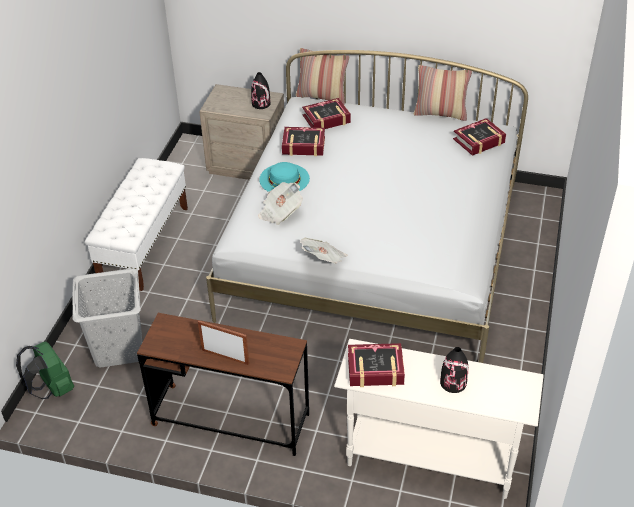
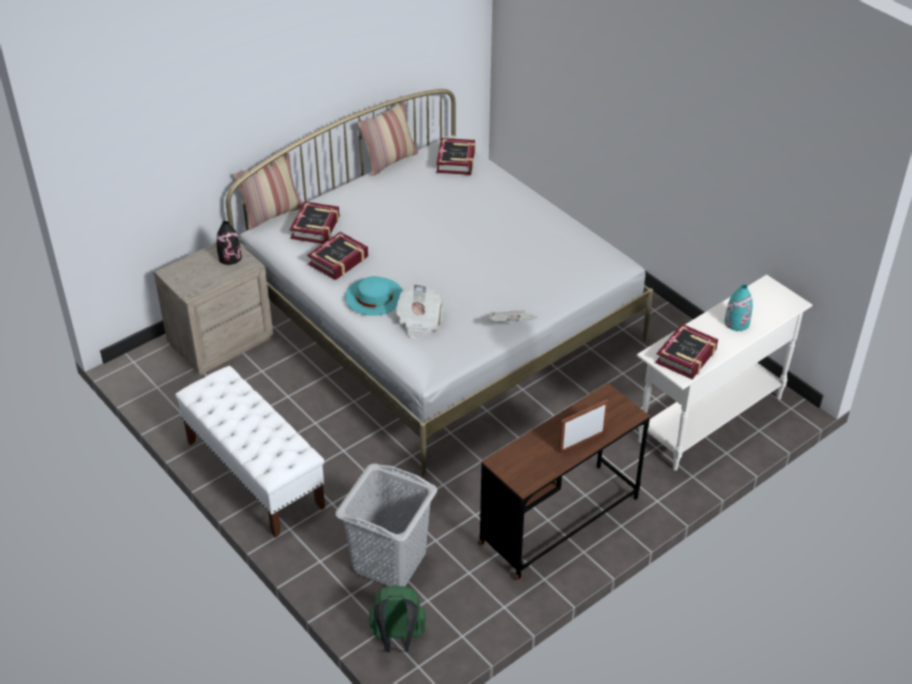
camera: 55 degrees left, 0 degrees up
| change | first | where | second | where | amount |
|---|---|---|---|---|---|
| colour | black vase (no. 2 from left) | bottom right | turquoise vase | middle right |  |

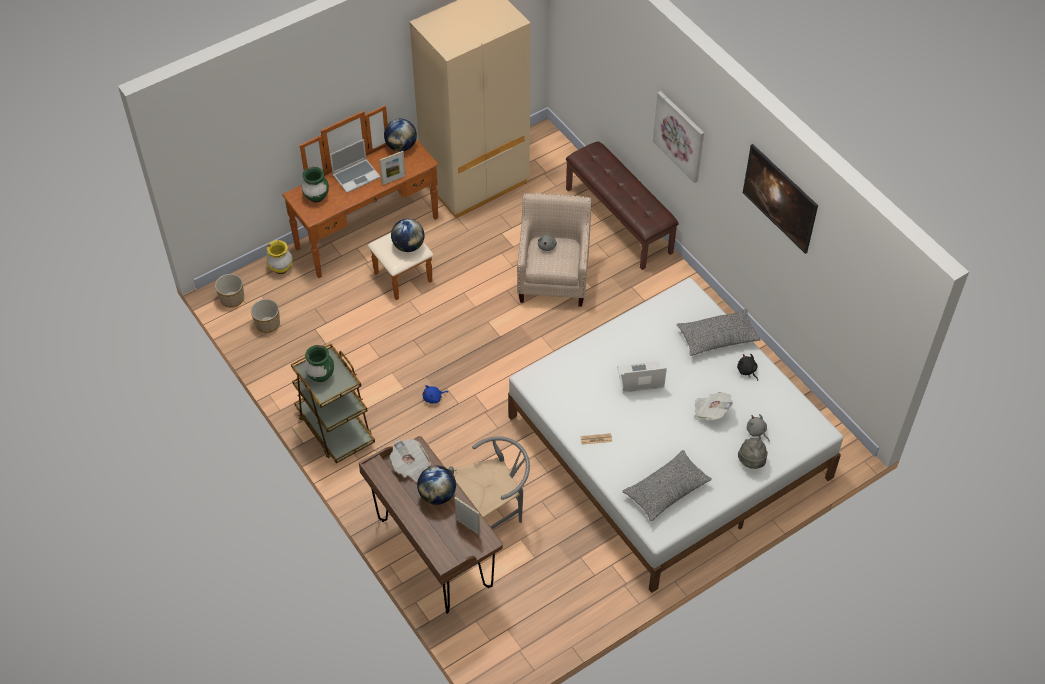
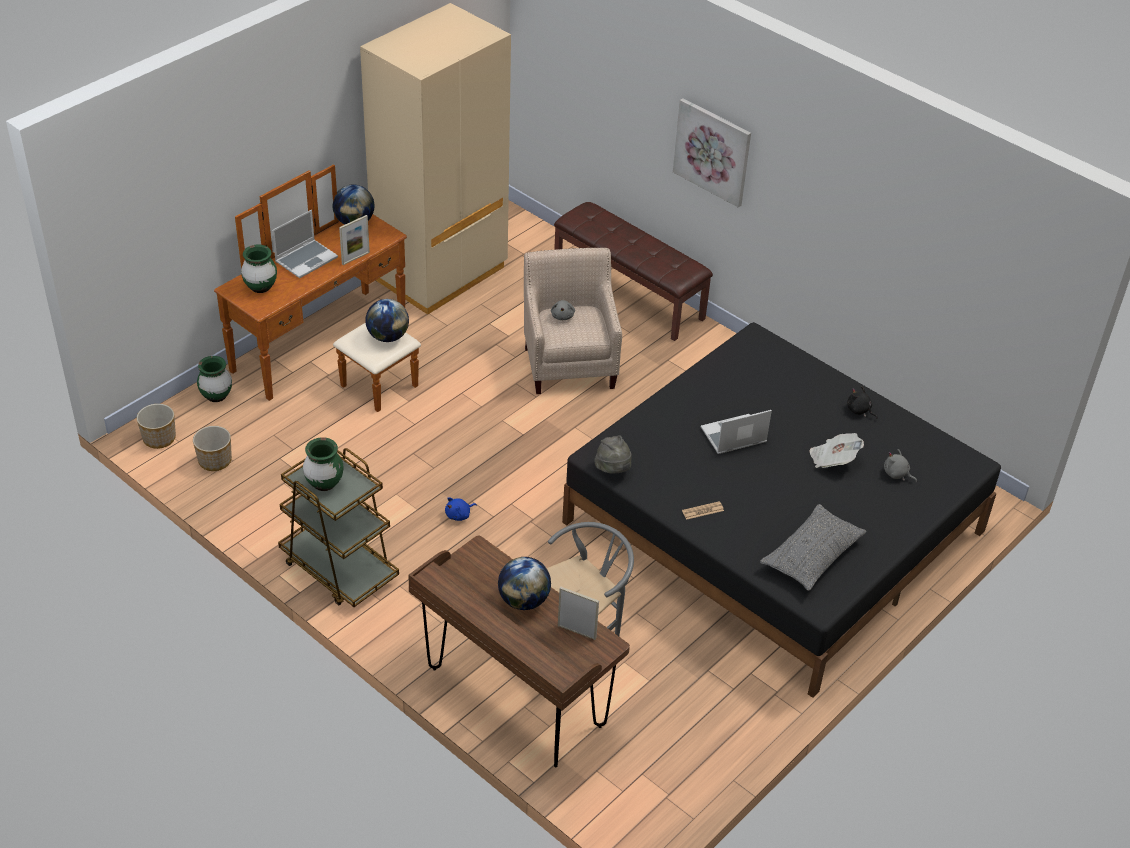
camera: 15 degrees left, 10 degrees down
| change | first | where | second | where | amount |
|---|---|---|---|---|---|
| missing | newspaper (no. 1 from left) | bottom centre |  |  |  |
| missing | grey pillow (no. 2 from left) | middle right |  |  |  |
| missing | picture (no. 2 from left) | top right |  |  |  |
| relocated | grey hat | middle right |  | centre |  |
| colour | yellow vase | middle left | green vase (no. 1 from left) | middle left |  |
| colour | white bed | centre | black bed | middle right |  |

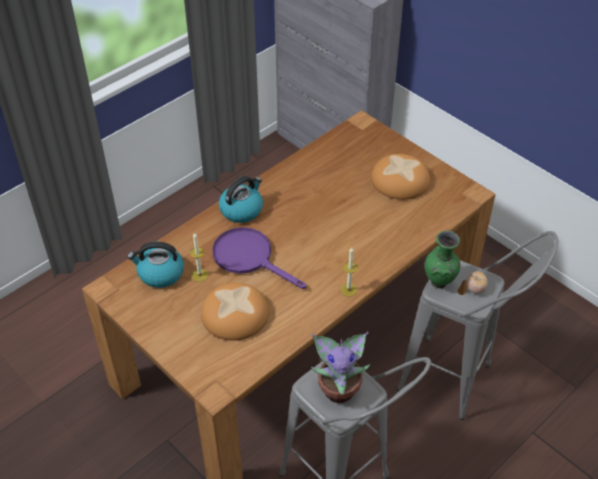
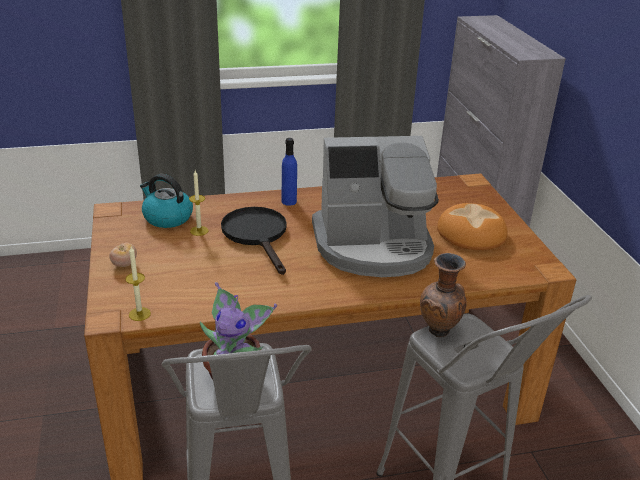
camera: 30 degrees right, 15 degrees down
| change | first | where | second | where | amount |
|---|---|---|---|---|---|
| missing | bread (no. 1 from left) | centre |  |  |  |
| appeared |  |  | coffee machine | centre |  |
| relocated | candle (no. 2 from left in the first image) | centre | candle (no. 1 from left) | middle left |  |
| relocated | tomato | middle right |  | middle left |  |
| exchanged | kettle (no. 2 from left) | centre | blue bottle | centre |  |
| colour | purple frying pan | centre | black frying pan | centre |  |
| colour | green vase | middle right | brown vase | middle right |  |

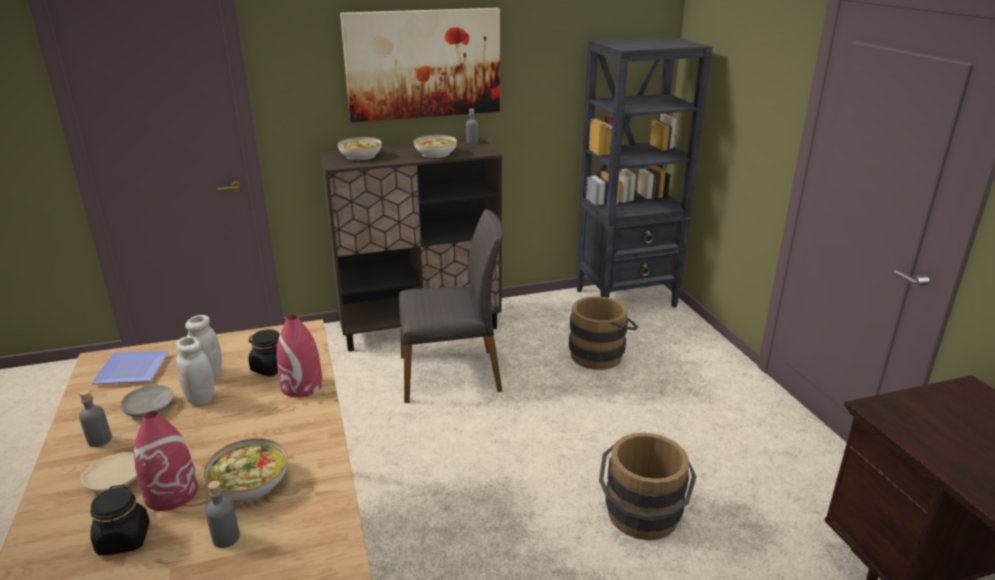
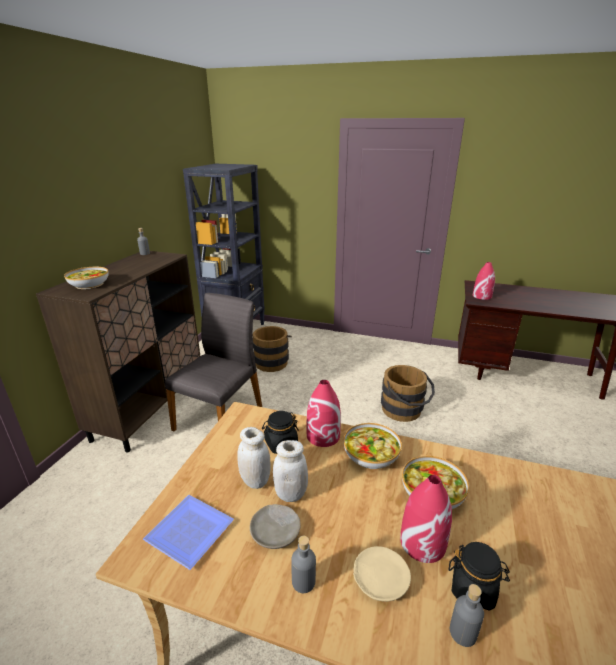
camera: 55 degrees left, 0 degrees up
| change | first | where | second | where | amount |
|---|---|---|---|---|---|
| missing | picture | top centre |  |  |  |
| appeared |  |  | red vase (no. 3 from left) | middle right |  |
| relocated | grey bottle (no. 2 from left in the first image) | bottom left | grey bottle (no. 3 from left) | bottom right |  |
| relocated | bowl (no. 3 from left in the first image) | top centre | bowl (no. 2 from left) | bottom centre |  |

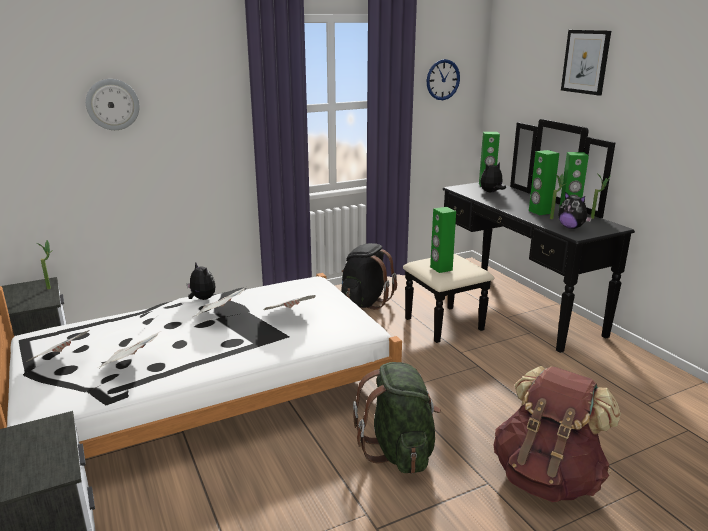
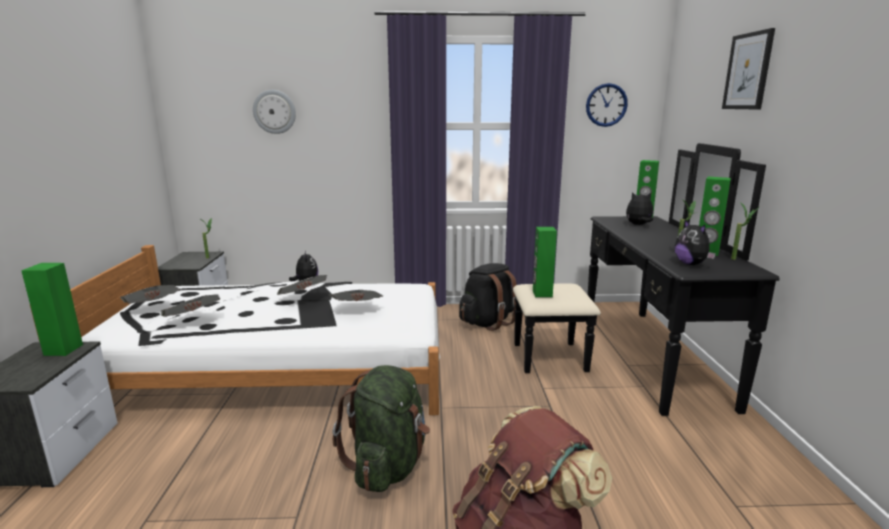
camera: 25 degrees right, 5 degrees down
| change | first | where | second | where | amount |
|---|---|---|---|---|---|
| relocated | green speaker (no. 3 from left in the first image) | middle right | green speaker (no. 1 from left) | middle left |  |

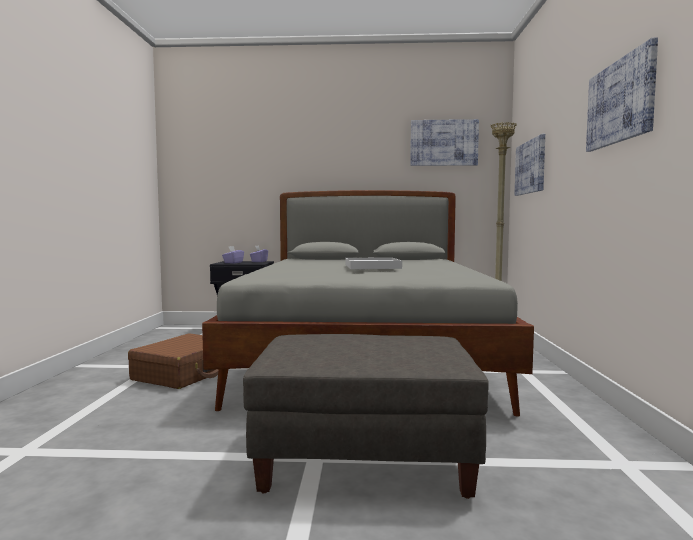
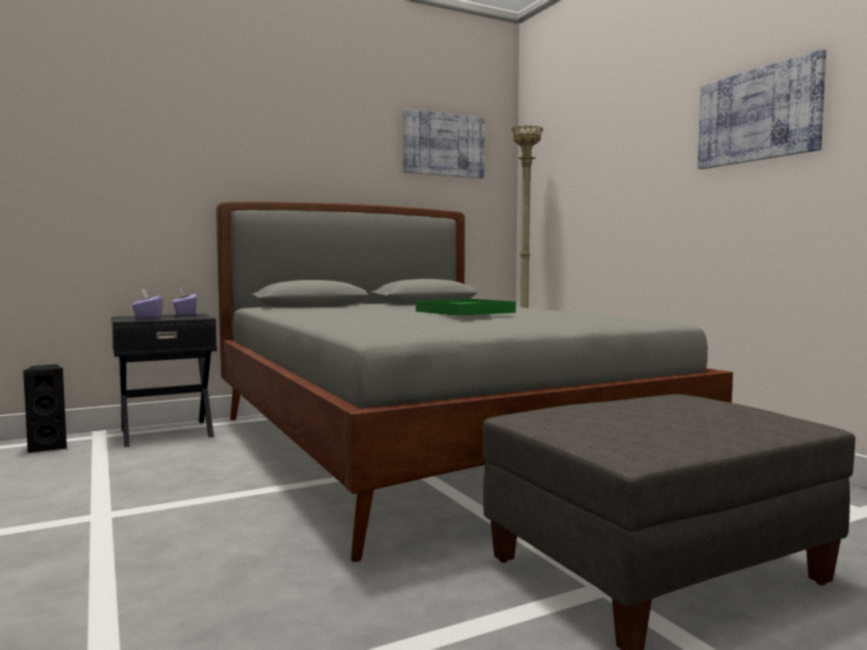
camera: 30 degrees left, 0 degrees up
| change | first | where | second | where | amount |
|---|---|---|---|---|---|
| missing | brown suitcase | bottom left |  |  |  |
| missing | picture (no. 2 from left) | top right |  |  |  |
| appeared |  |  | black speaker | middle left |  |
| colour | white tray | centre | green tray | centre |  |

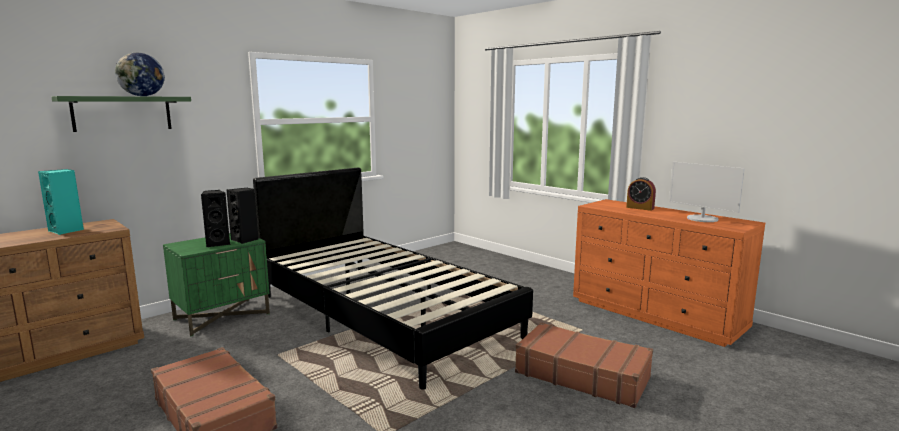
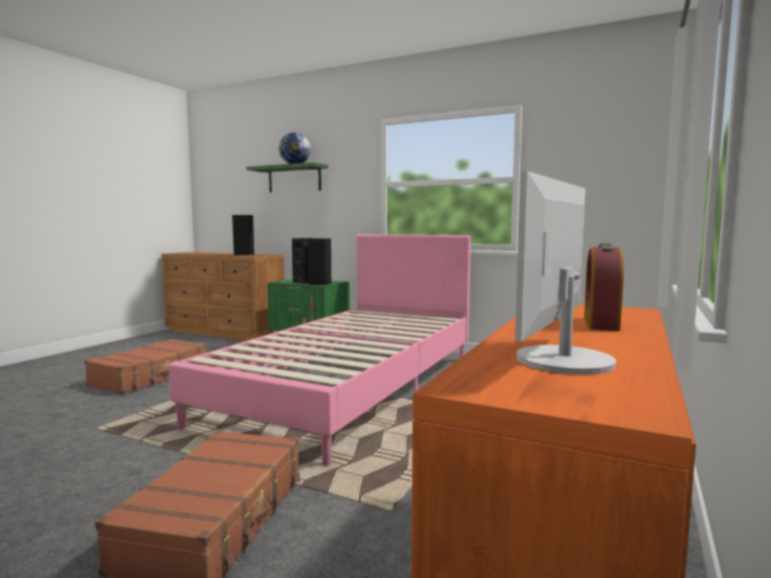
camera: 70 degrees right, 5 degrees down
| change | first | where | second | where | amount |
|---|---|---|---|---|---|
| colour | turquoise speaker | middle left | black speaker (no. 1 from left) | middle left |  |
| colour | black bed | centre | pink bed | centre |  |

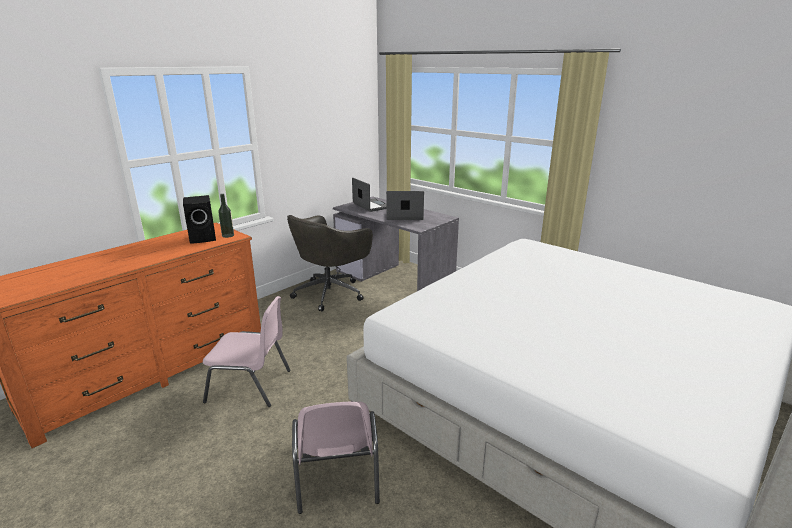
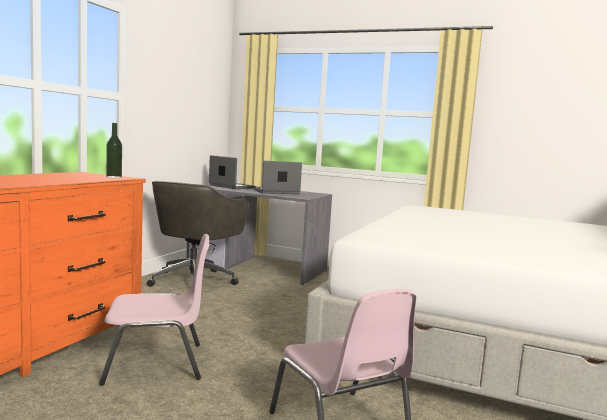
camera: 20 degrees left, 15 degrees down
| change | first | where | second | where | amount |
|---|---|---|---|---|---|
| missing | black speaker | middle left |  |  |  |

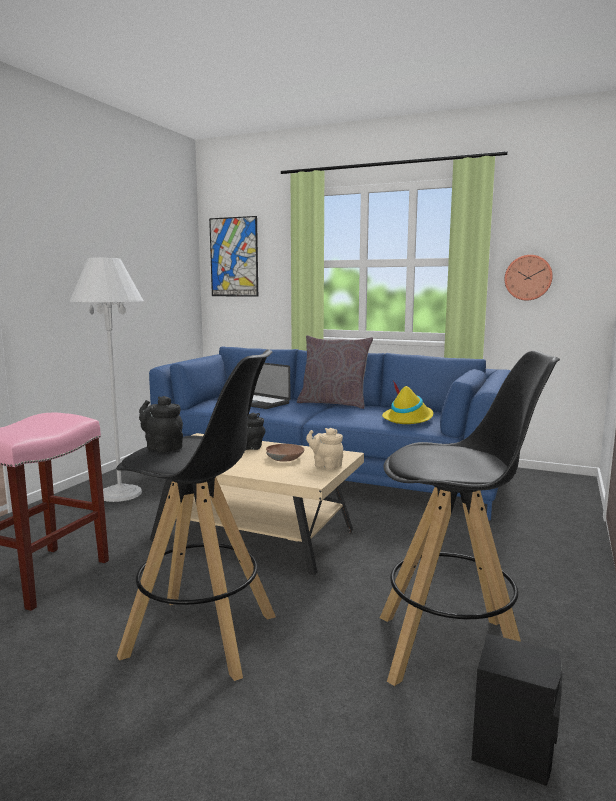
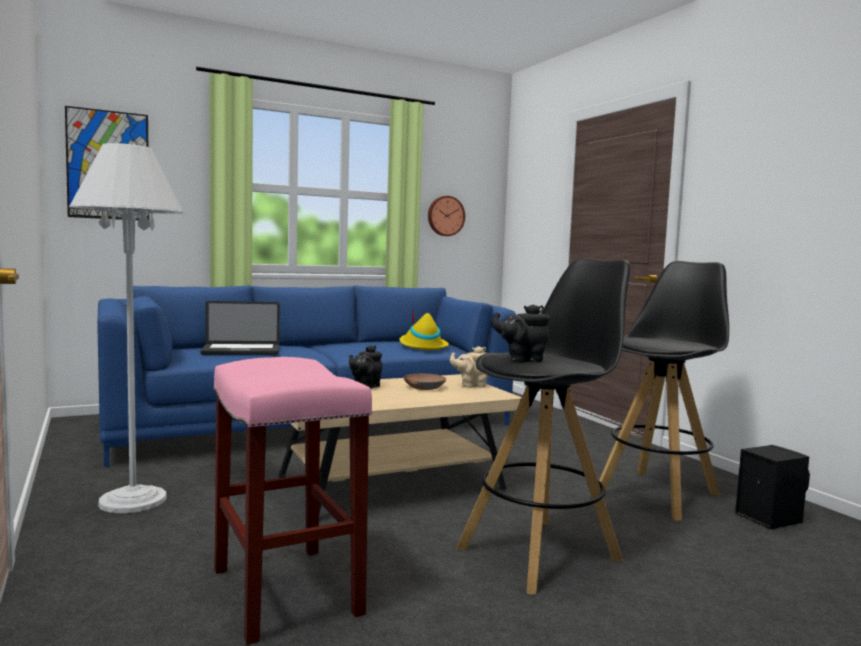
camera: 50 degrees left, 5 degrees down
| change | first | where | second | where | amount |
|---|---|---|---|---|---|
| missing | grey pillow | centre |  |  |  |

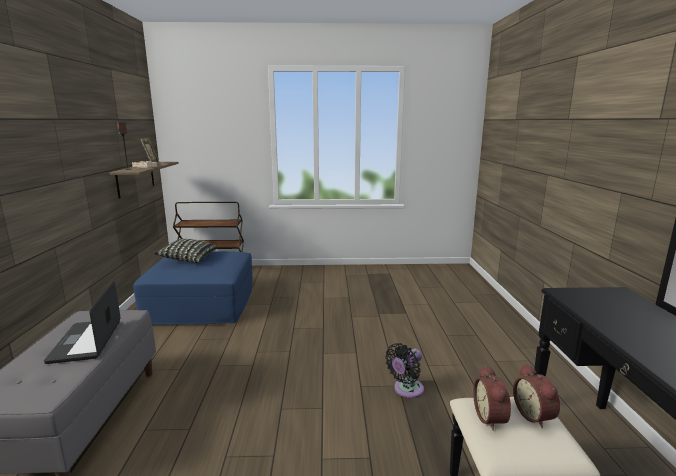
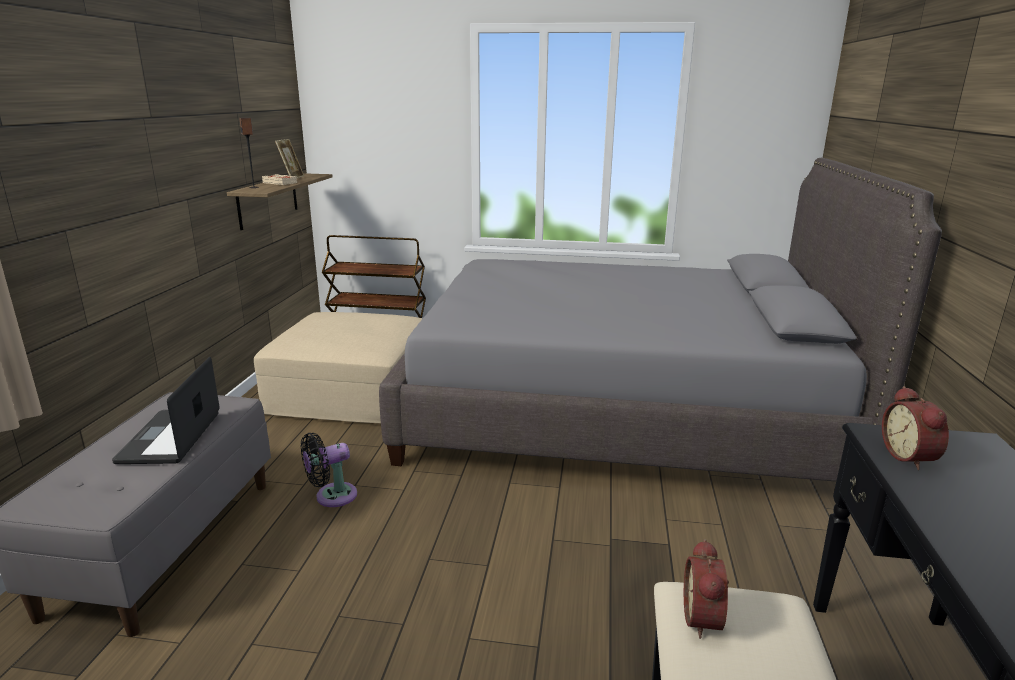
camera: 10 degrees right, 5 degrees up
| change | first | where | second | where | amount |
|---|---|---|---|---|---|
| missing | pillow | middle left |  |  |  |
| appeared |  |  | grey bed | centre |  |
| relocated | black fan | bottom centre |  | bottom left |  |
| relocated | alarm clock (no. 2 from left) | bottom right |  | middle right |  |
| colour | blue ottoman | middle left | beige ottoman | middle left |  |

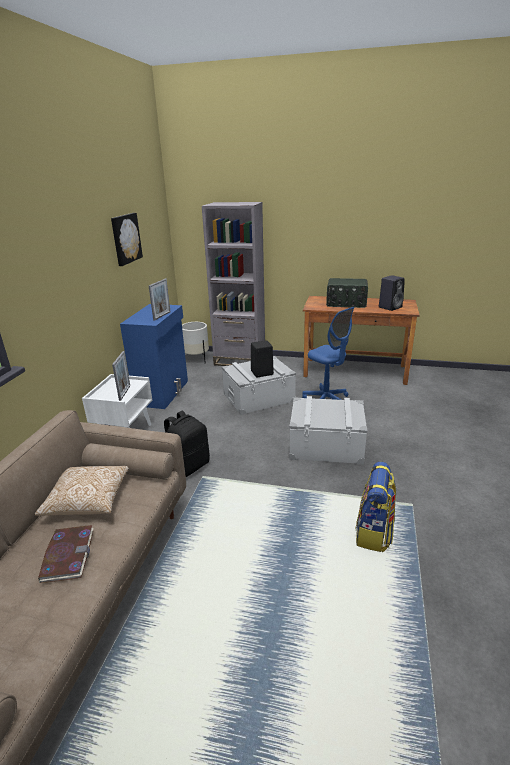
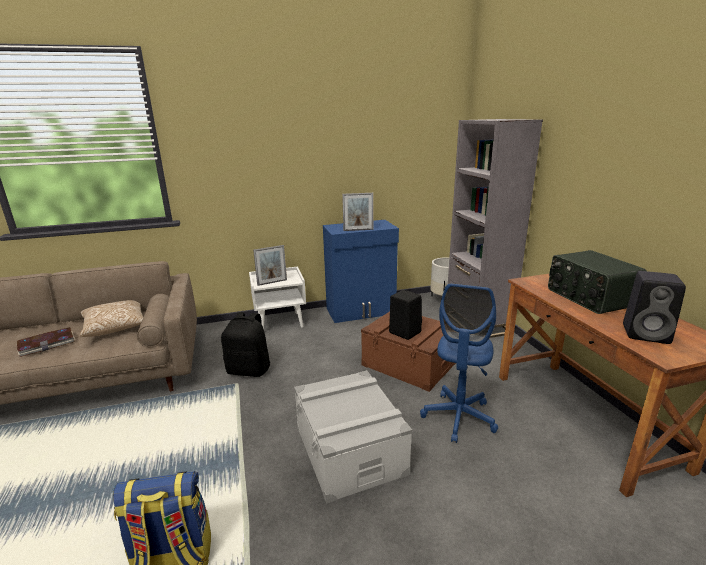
camera: 60 degrees right, 5 degrees down
| change | first | where | second | where | amount |
|---|---|---|---|---|---|
| missing | picture | top left |  |  |  |
| colour | grey storage box (no. 1 from left) | centre | brown storage box | centre |  |

